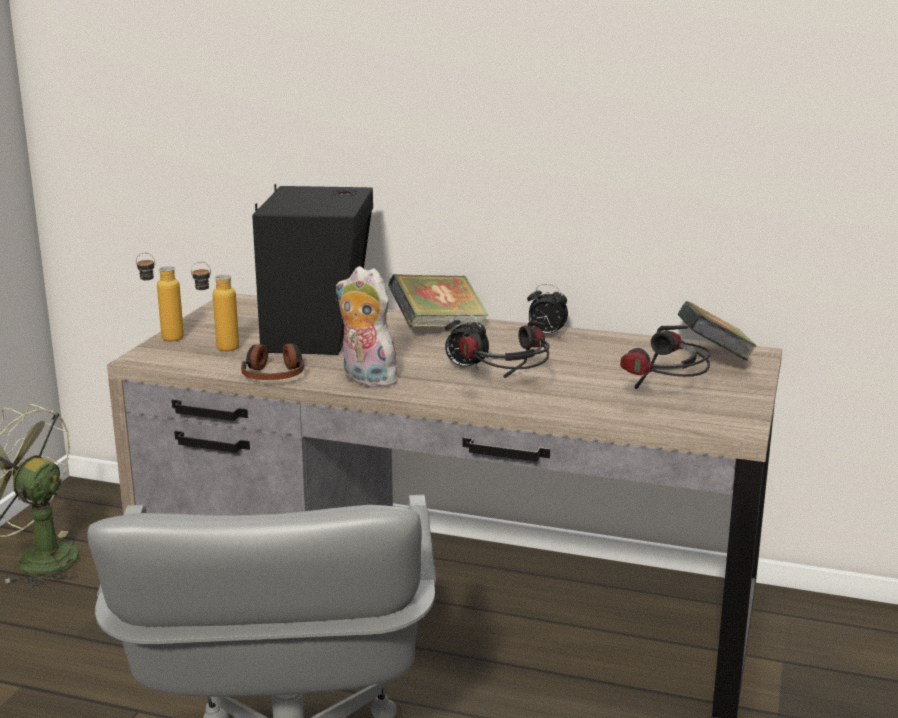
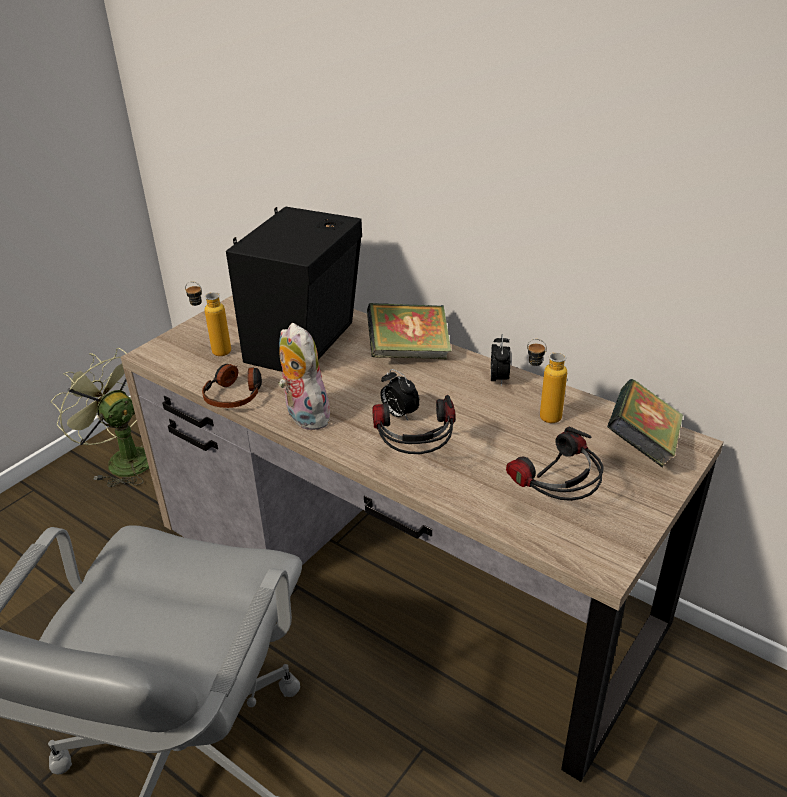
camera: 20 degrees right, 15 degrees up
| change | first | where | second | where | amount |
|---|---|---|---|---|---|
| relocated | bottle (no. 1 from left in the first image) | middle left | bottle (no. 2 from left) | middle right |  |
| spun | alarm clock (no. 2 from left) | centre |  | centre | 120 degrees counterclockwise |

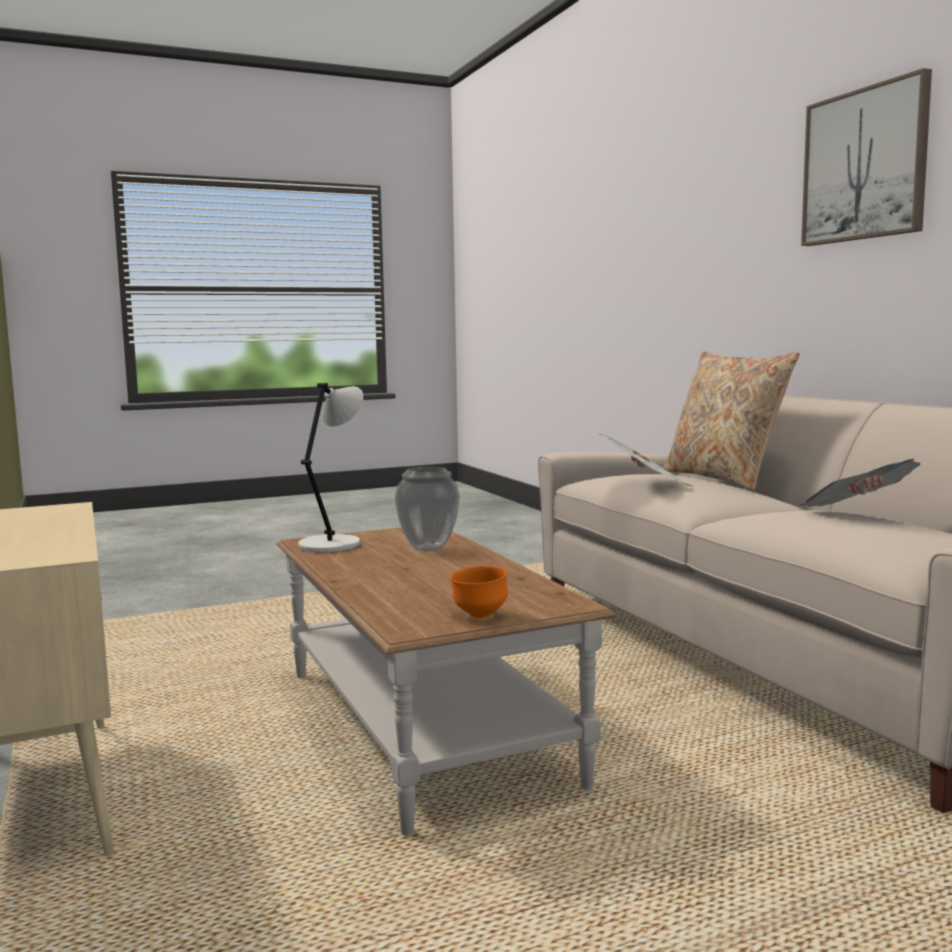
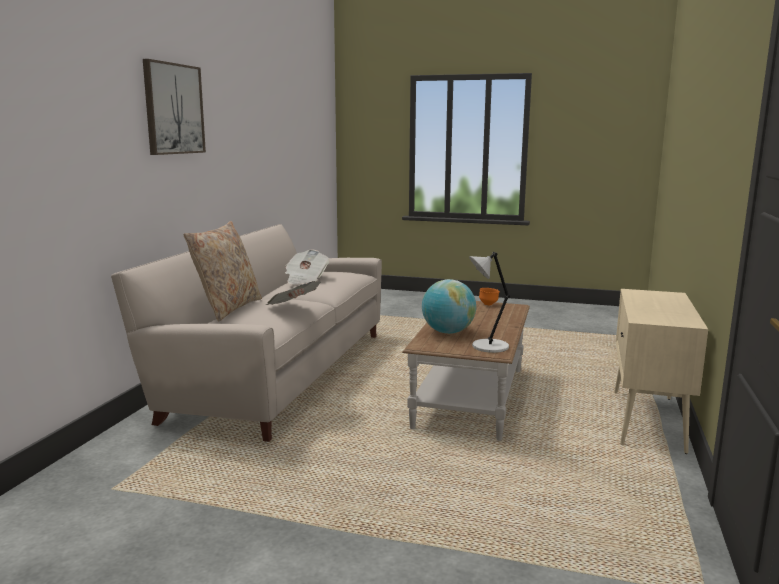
camera: 140 degrees left, 5 degrees up
| change | first | where | second | where | amount |
|---|---|---|---|---|---|
| exchanged | vase | centre | globe | centre |  |

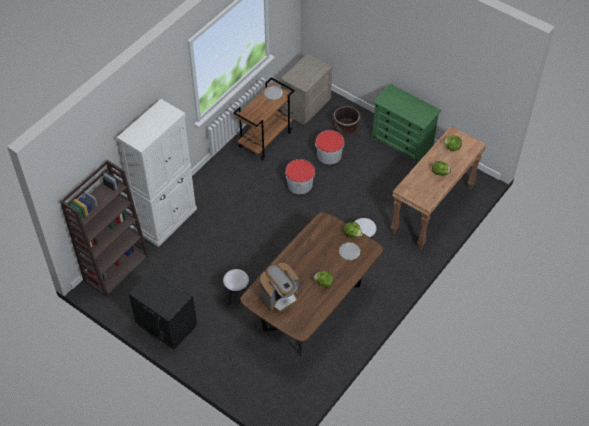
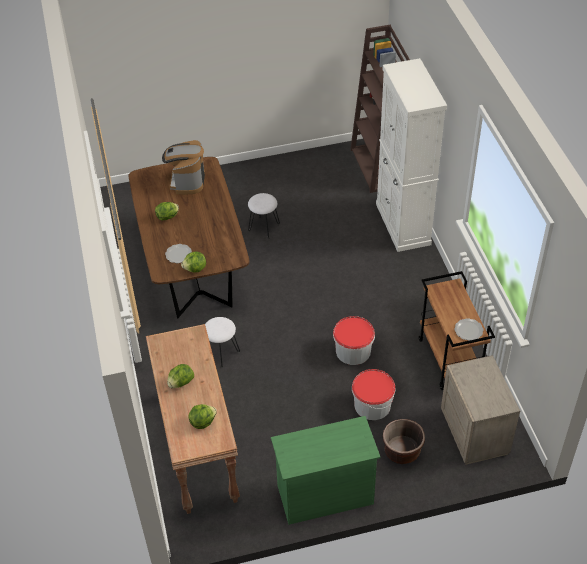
camera: 130 degrees right, 5 degrees down
| change | first | where | second | where | amount |
|---|---|---|---|---|---|
| missing | black nightstand | bottom left |  |  |  |

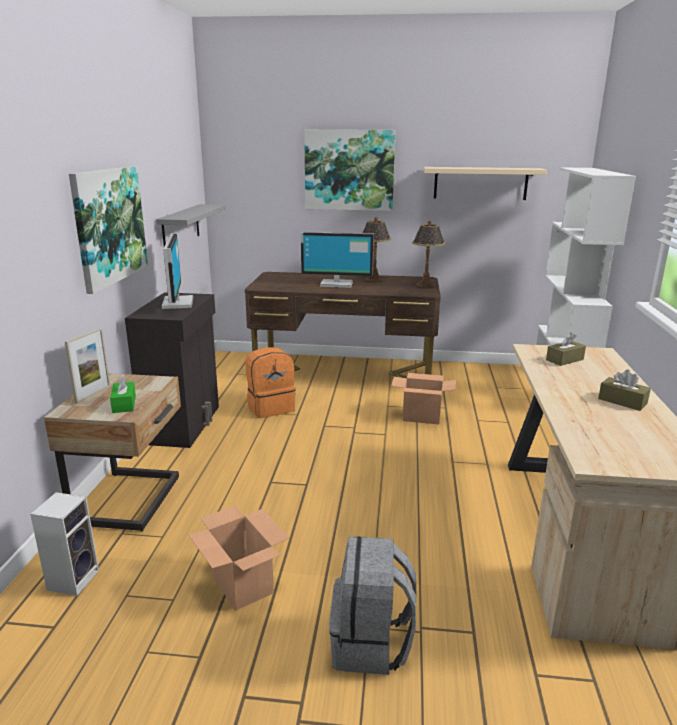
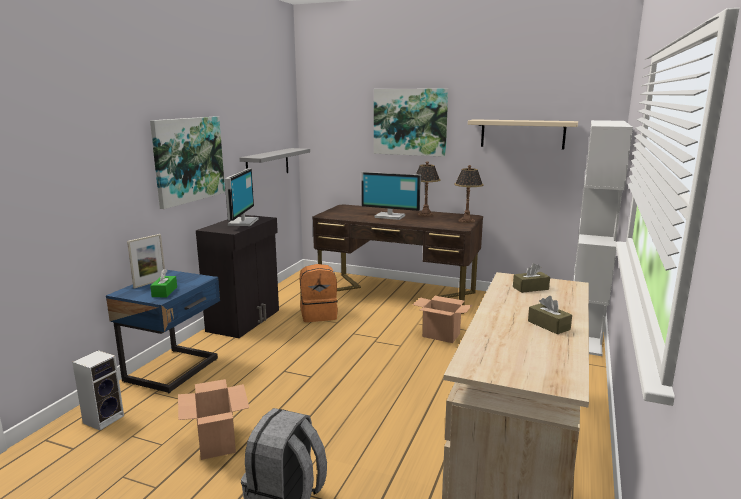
camera: 15 degrees right, 5 degrees down
| change | first | where | second | where | amount |
|---|---|---|---|---|---|
| colour | beige nightstand | middle left | blue nightstand | middle left |  |

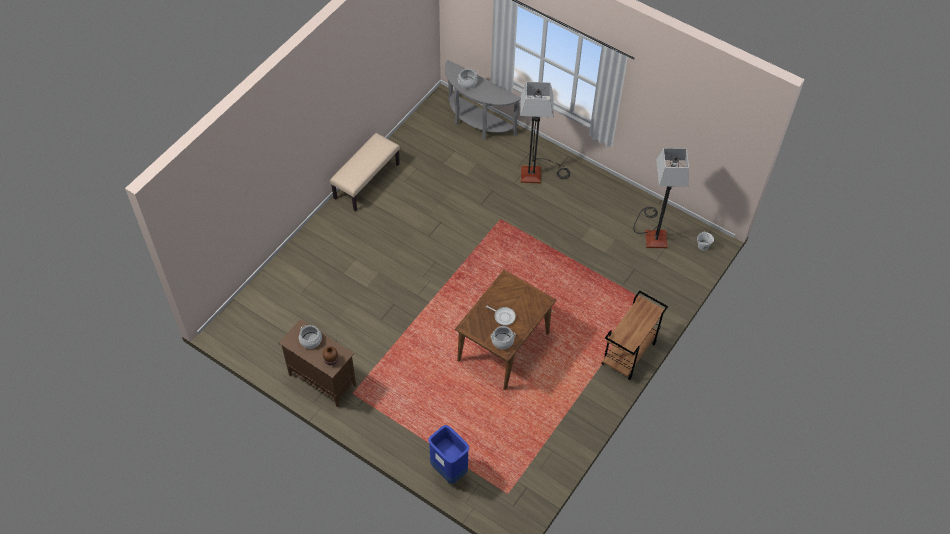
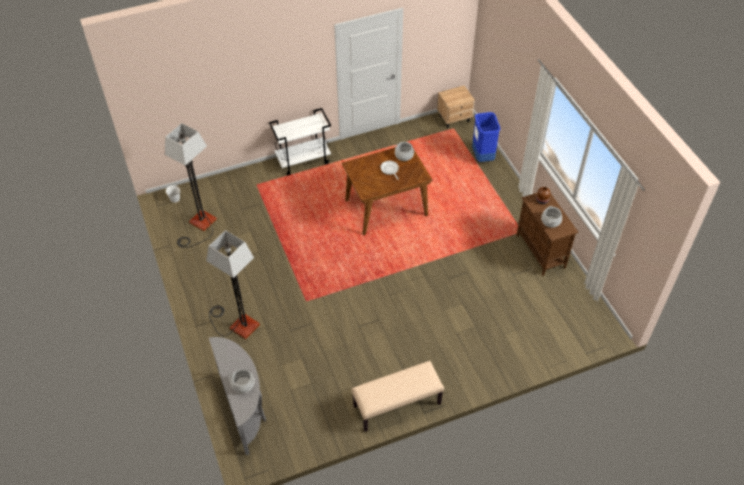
camera: 145 degrees left, 5 degrees down
| change | first | where | second | where | amount |
|---|---|---|---|---|---|
| appeared |  |  | beige nightstand | top centre |  |
| colour | brown cart | middle right | white cart | top centre |  |

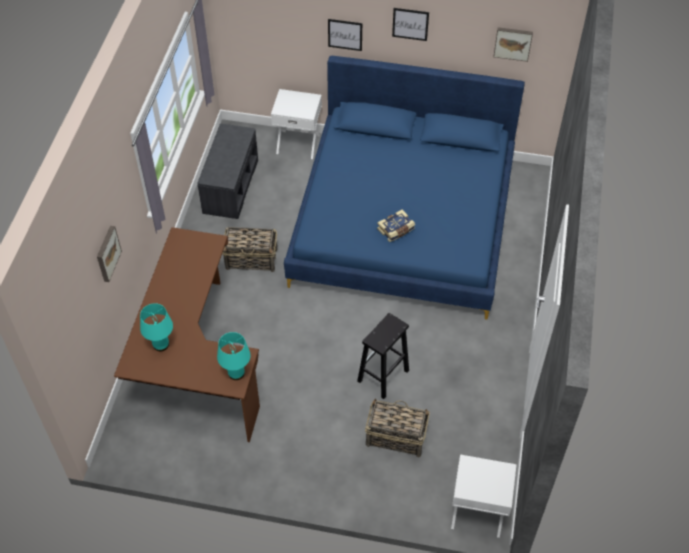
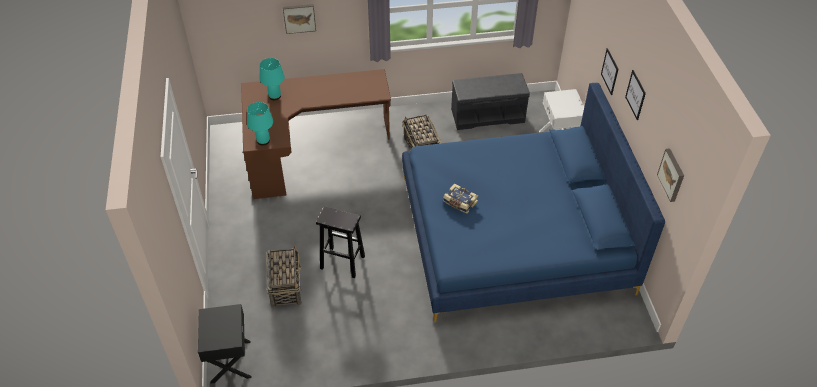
camera: 70 degrees right, 5 degrees down
| change | first | where | second | where | amount |
|---|---|---|---|---|---|
| colour | white nightstand (no. 2 from left) | bottom right | black nightstand | bottom left |  |

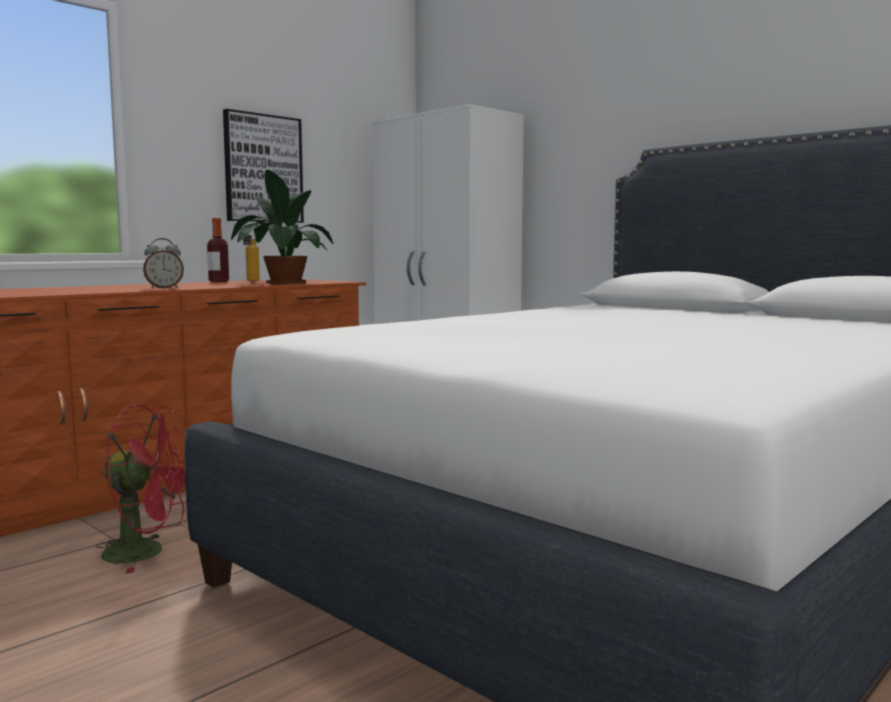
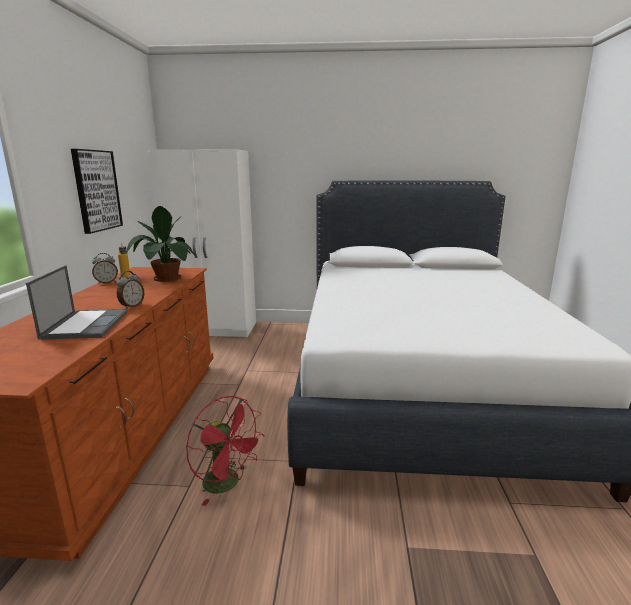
camera: 40 degrees left, 10 degrees up
| change | first | where | second | where | amount |
|---|---|---|---|---|---|
| appeared |  |  | laptop | middle left |  |
| exchanged | bottle (no. 1 from left) | middle left | alarm clock (no. 1 from left) | middle left |  |
| spun | red fan | bottom left |  | bottom centre | 75 degrees clockwise |

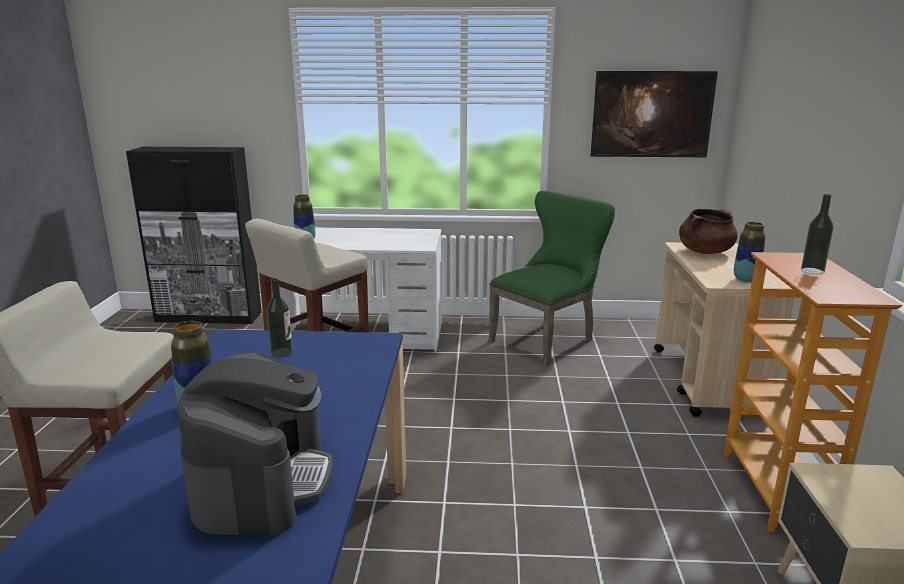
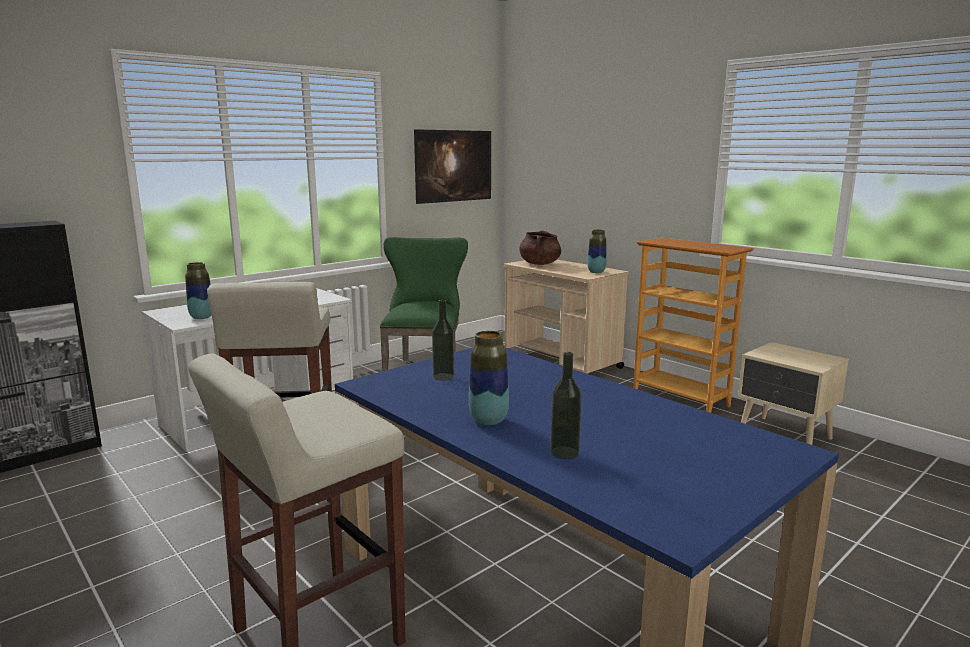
camera: 45 degrees left, 5 degrees down
| change | first | where | second | where | amount |
|---|---|---|---|---|---|
| missing | coffee machine | bottom left |  |  |  |
| relocated | bottle (no. 2 from left) | middle right |  | centre |  |

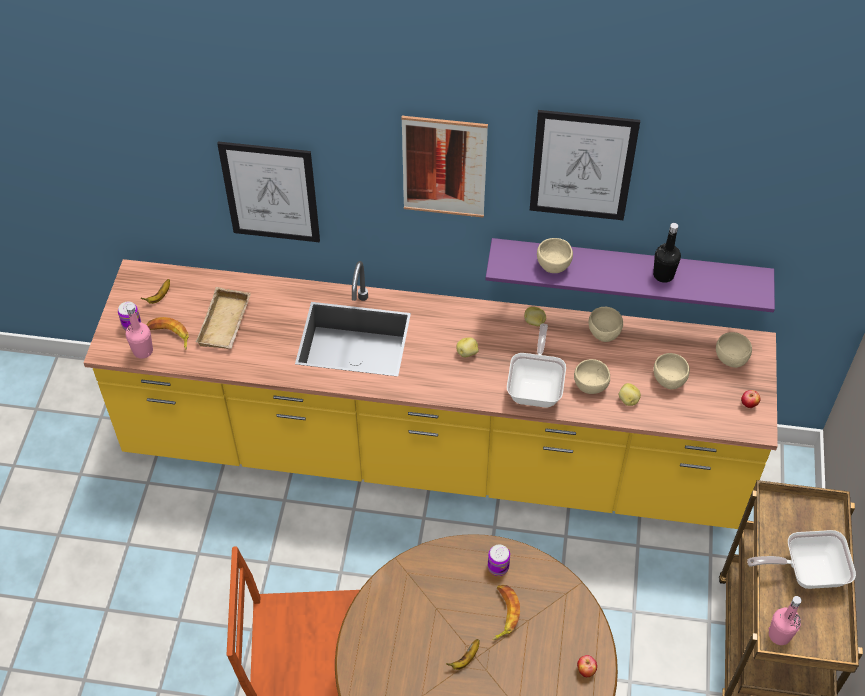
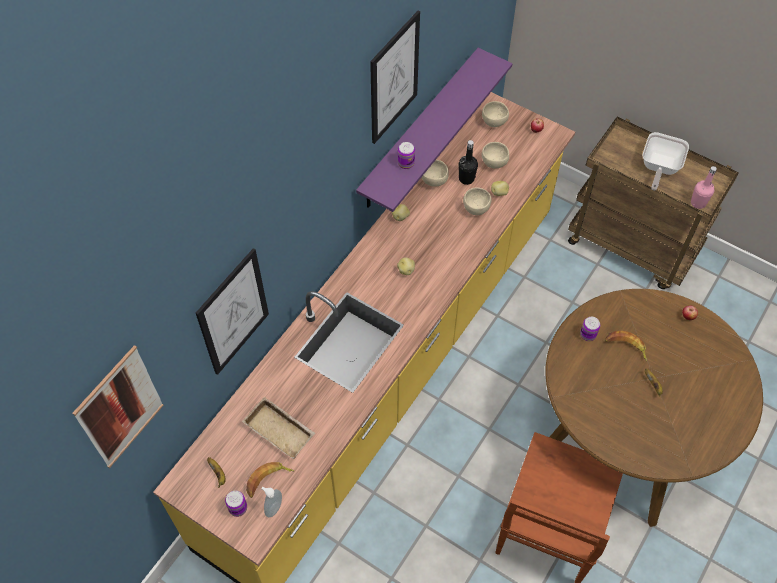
camera: 65 degrees left, 5 degrees up
| change | first | where | second | where | amount |
|---|---|---|---|---|---|
| missing | frying pan (no. 1 from left) | centre |  |  |  |
| relocated | picture (no. 2 from left in the first image) | top centre | picture (no. 1 from left) | bottom left |  |
| relocated | black bottle | middle right |  | top centre |  |
| exchanged | pink bottle (no. 1 from left) | middle left | soap dispenser | bottom centre |  |
| exchanged | beige bowl (no. 1 from left) | centre | can (no. 2 from left) | top centre |  |

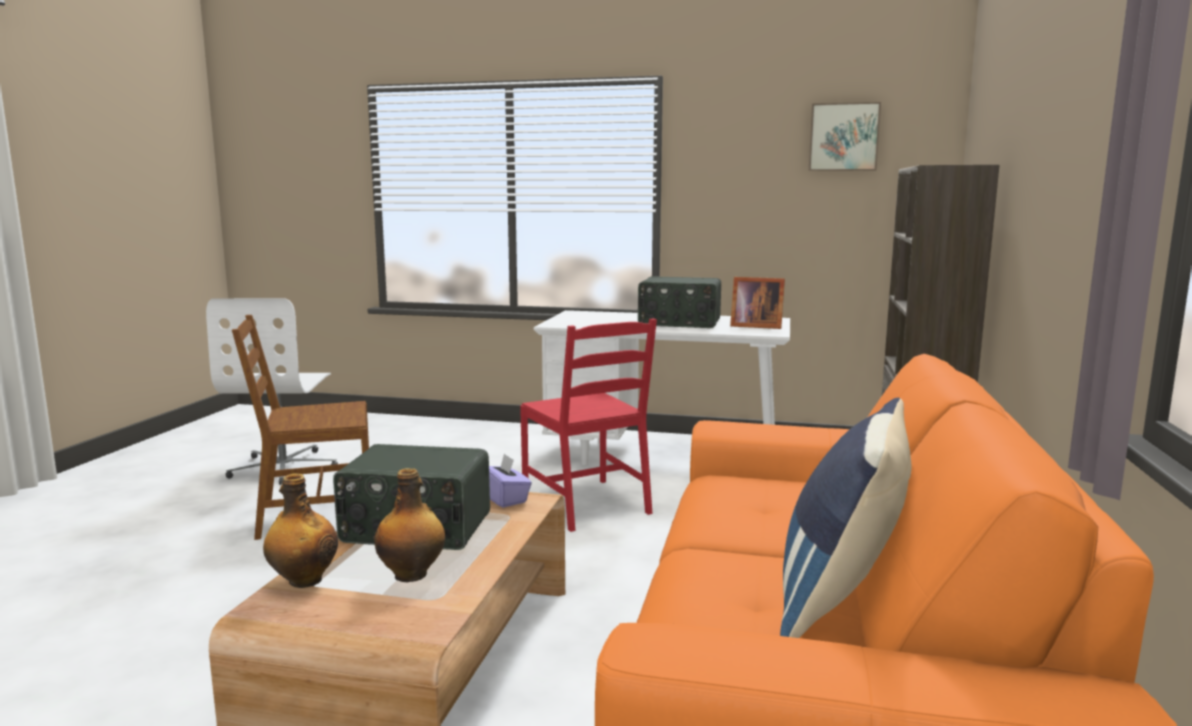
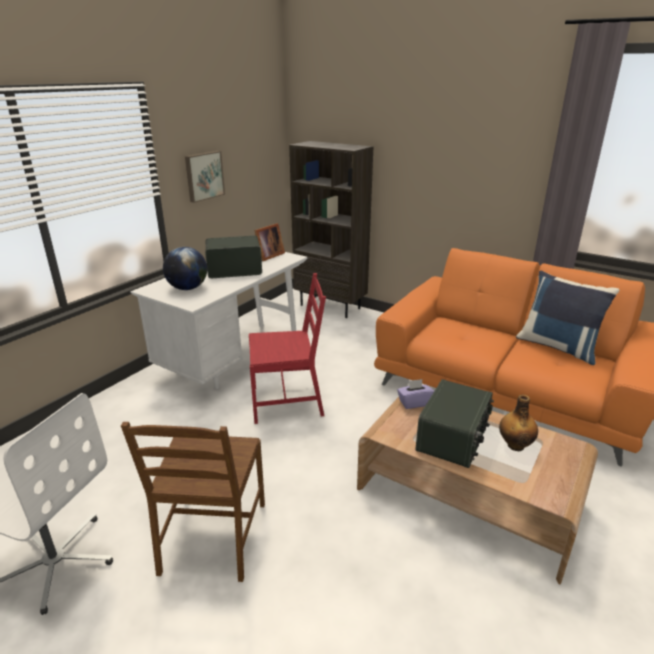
camera: 70 degrees left, 15 degrees up
| change | first | where | second | where | amount |
|---|---|---|---|---|---|
| missing | bottle (no. 1 from left) | bottom left |  |  |  |
| appeared |  |  | globe | middle left |  |
| relocated | picture | top right |  | top left |  |
| spun | radio (no. 2 from left in the first image) | centre | radio (no. 1 from left) | centre | 135 degrees counterclockwise |

